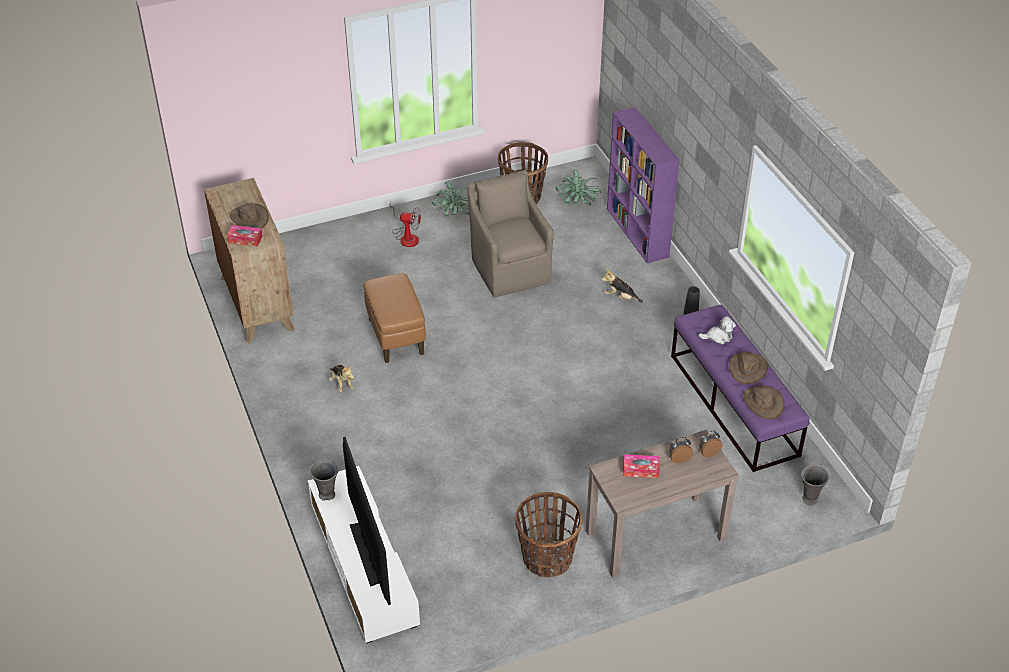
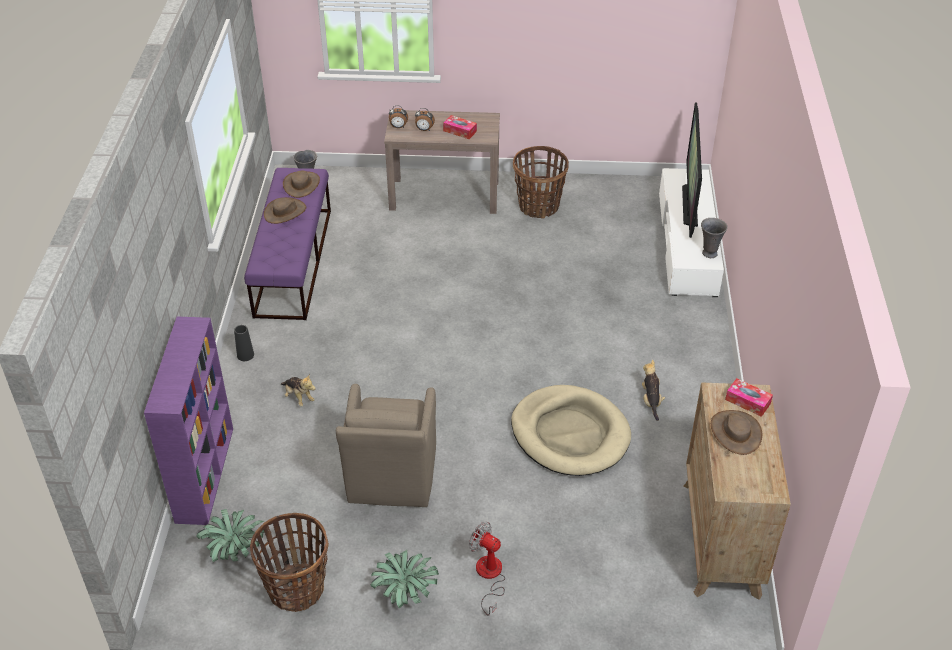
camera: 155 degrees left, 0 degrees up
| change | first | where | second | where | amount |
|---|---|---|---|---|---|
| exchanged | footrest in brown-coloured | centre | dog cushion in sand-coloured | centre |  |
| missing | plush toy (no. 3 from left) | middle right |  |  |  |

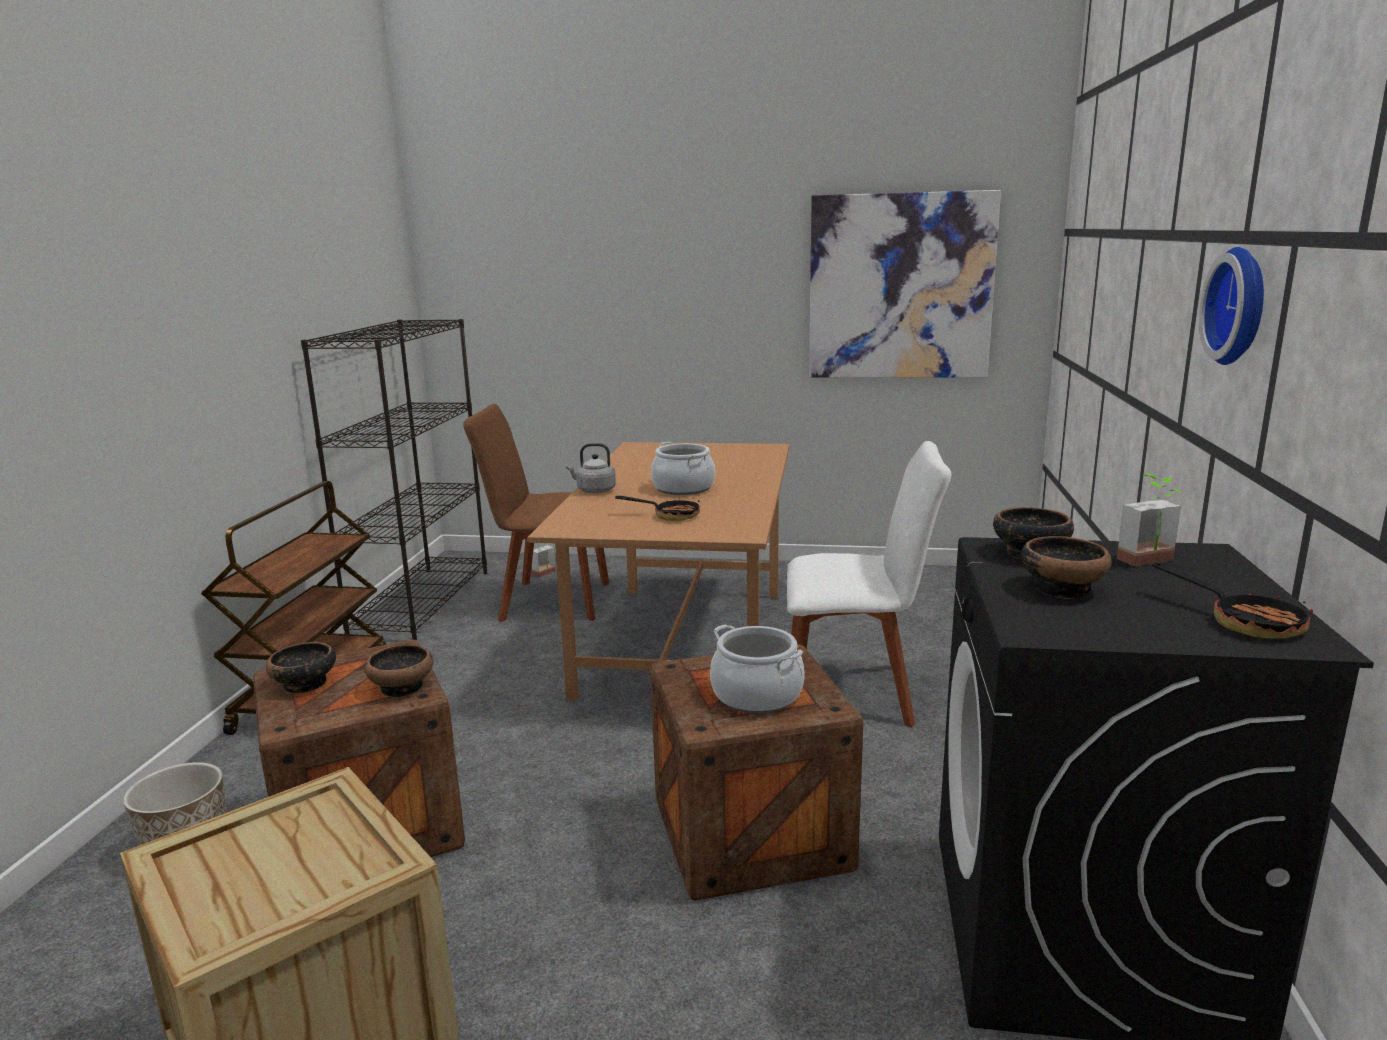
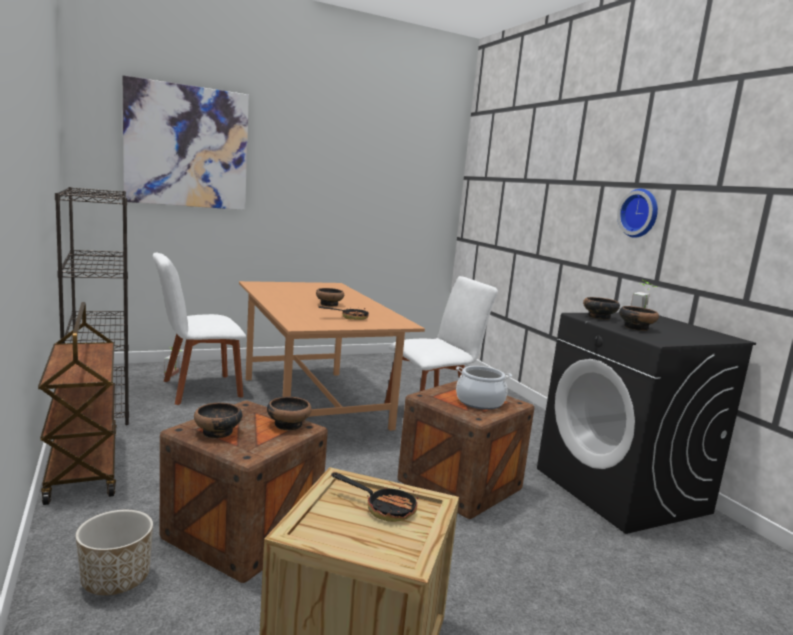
camera: 35 degrees left, 5 degrees down
| change | first | where | second | where | amount |
|---|---|---|---|---|---|
| colour | upright chair in brown-coloured | centre | upright chair in white-coloured (no. 1 from left) | middle left |  |
| missing | kettle in grey | centre |  |  |  |
| exchanged | stockpot (no. 1 from left) | centre | serving bowl (no. 3 from left) | centre |  |
| relocated | picture | top centre |  | top left |  |
| relocated | skillet (no. 2 from left) | middle right |  | bottom centre |  |

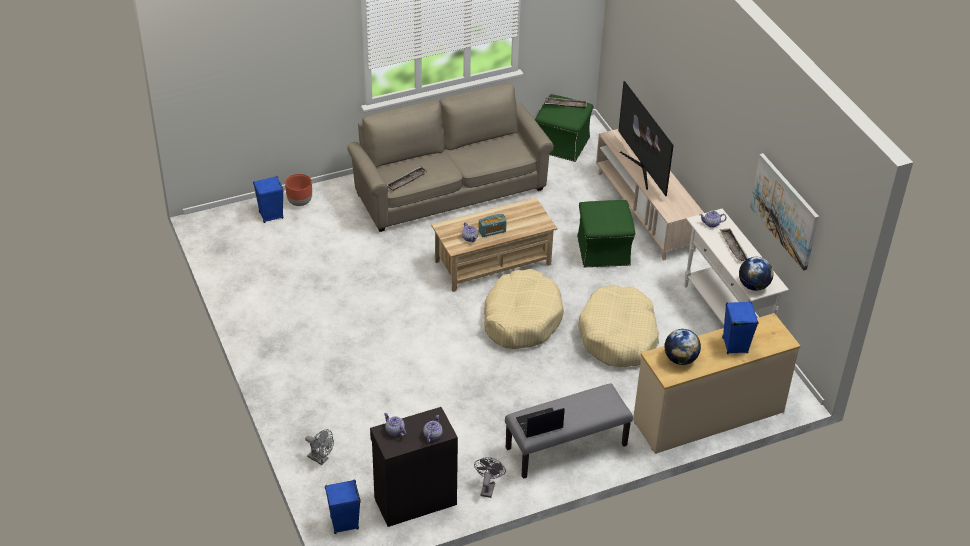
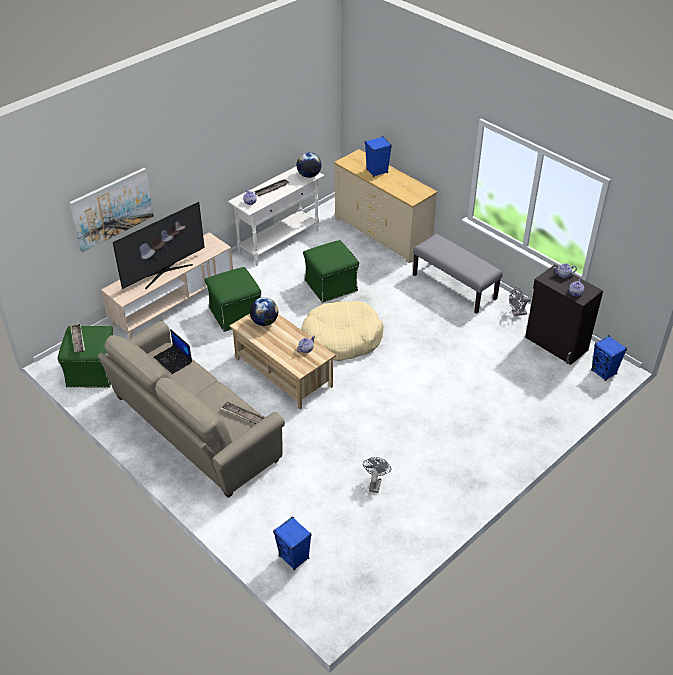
camera: 110 degrees left, 0 degrees up
| change | first | where | second | where | amount |
|---|---|---|---|---|---|
| missing | plant pot in brown-coloured | middle left |  |  |  |
| relocated | electric fan in grey (no. 1 from left) | bottom left |  | bottom centre |  |
| missing | radio set | centre |  |  |  |
| relocated | laptop | bottom centre |  | middle left |  |
| exchanged | dog cushion in sand-coloured (no. 2 from left) | centre | footrest in green (no. 3 from left) | centre |  |
| relocated | globe (no. 1 from left) | middle right |  | centre |  |
| relocated | picture | middle right |  | top left |  |

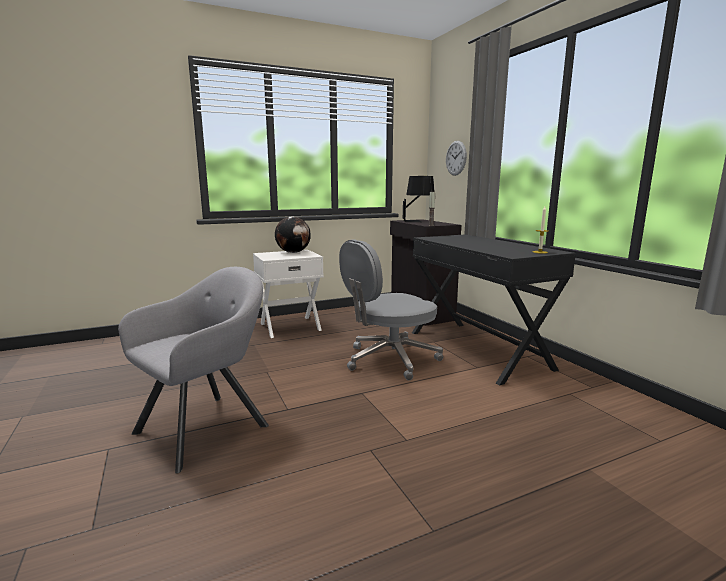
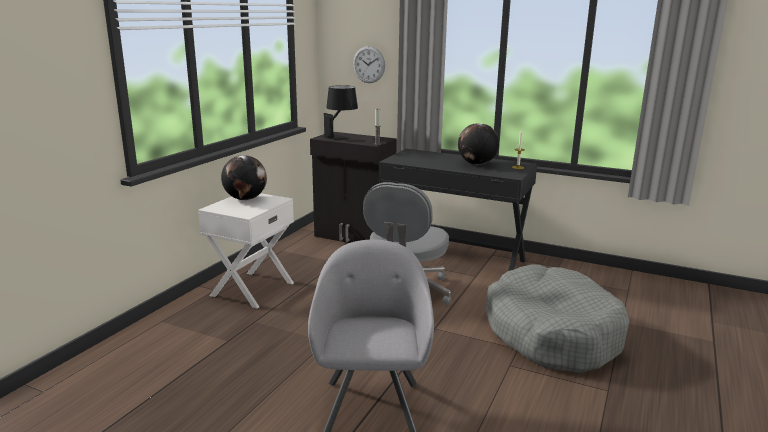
camera: 40 degrees left, 5 degrees up
| change | first | where | second | where | amount |
|---|---|---|---|---|---|
| appeared |  |  | globe (no. 2 from left) | centre |  |
| appeared |  |  | dog cushion in grey | bottom right |  |

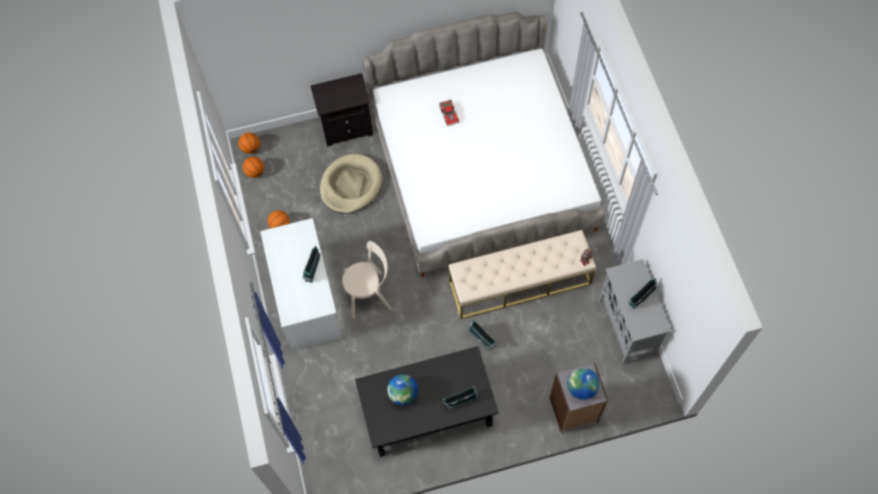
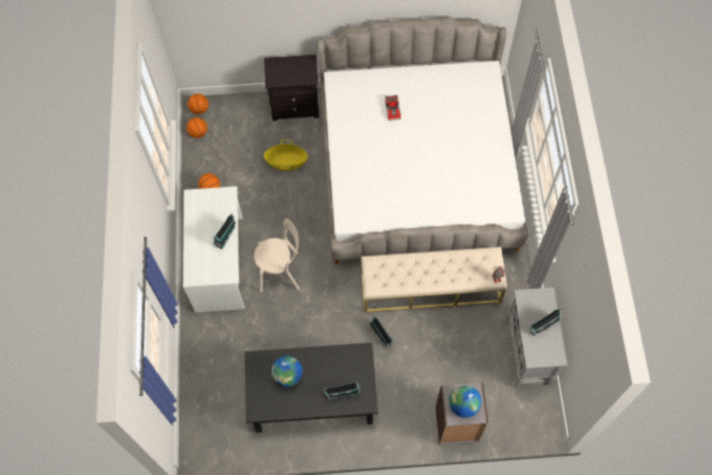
camera: 10 degrees right, 0 degrees up
| change | first | where | second | where | amount |
|---|---|---|---|---|---|
| exchanged | dog cushion in sand-coloured | centre | basket | top centre |  |

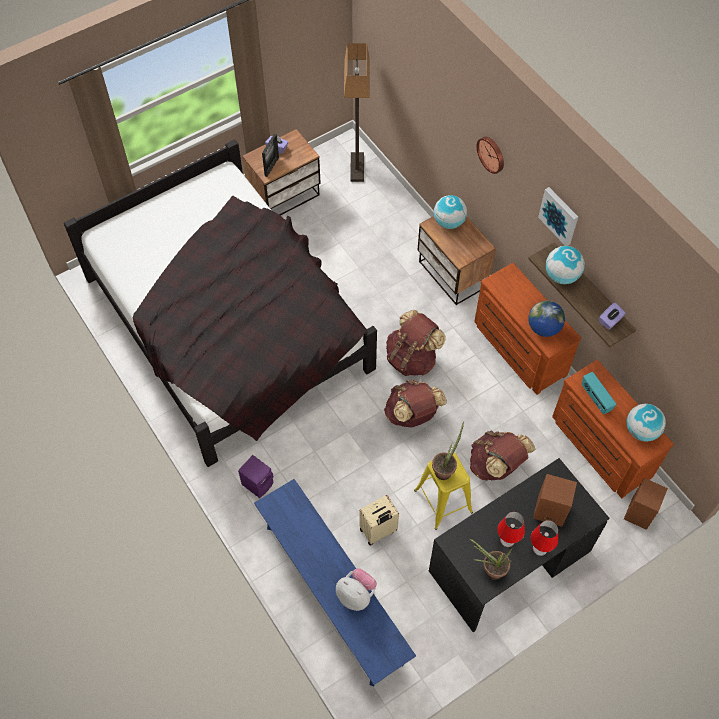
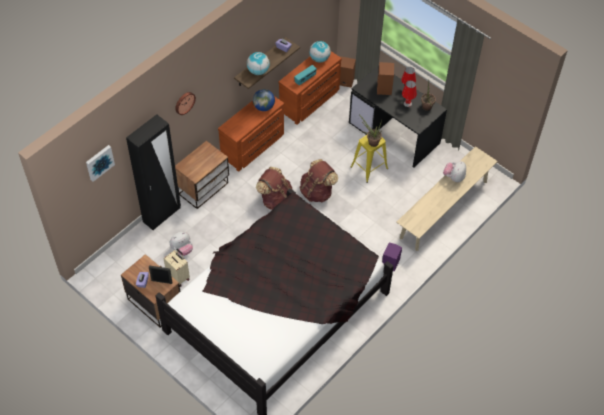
camera: 105 degrees left, 5 degrees down
| change | first | where | second | where | amount |
|---|---|---|---|---|---|
| colour | bench in blue | bottom centre | bench in sand-coloured | middle right |  |
| missing | floor lamp | top centre |  |  |  |
| relocated | travel case in sand-coloured | bottom centre |  | middle left |  |
| missing | globe (no. 1 from left) | top centre |  |  |  |
| missing | backpack in brown-coloured (no. 3 from left) | middle right |  |  |  |
| relocated | picture | top right |  | middle left |  |
| appeared |  |  | clothes cupboard in black-coloured | middle left |  |
| appeared |  |  | plush toy (no. 1 from left) | middle left |  |

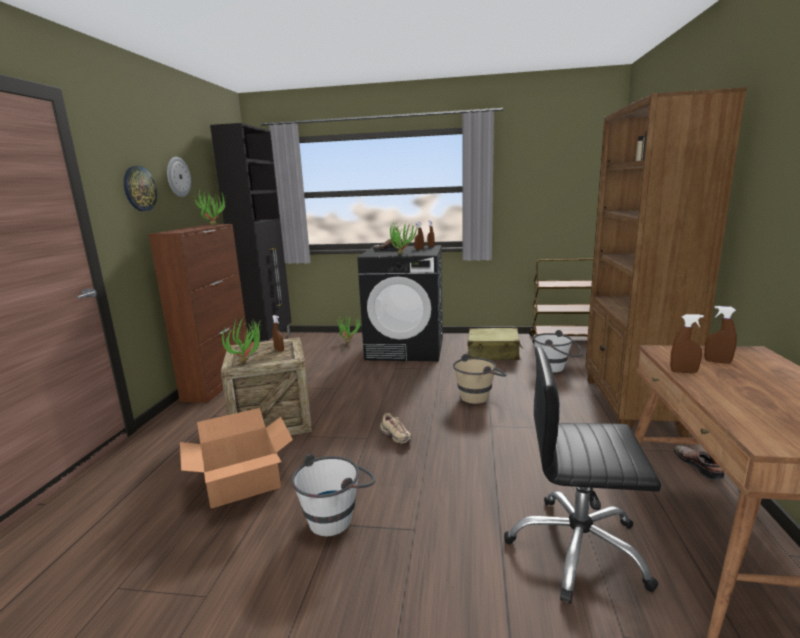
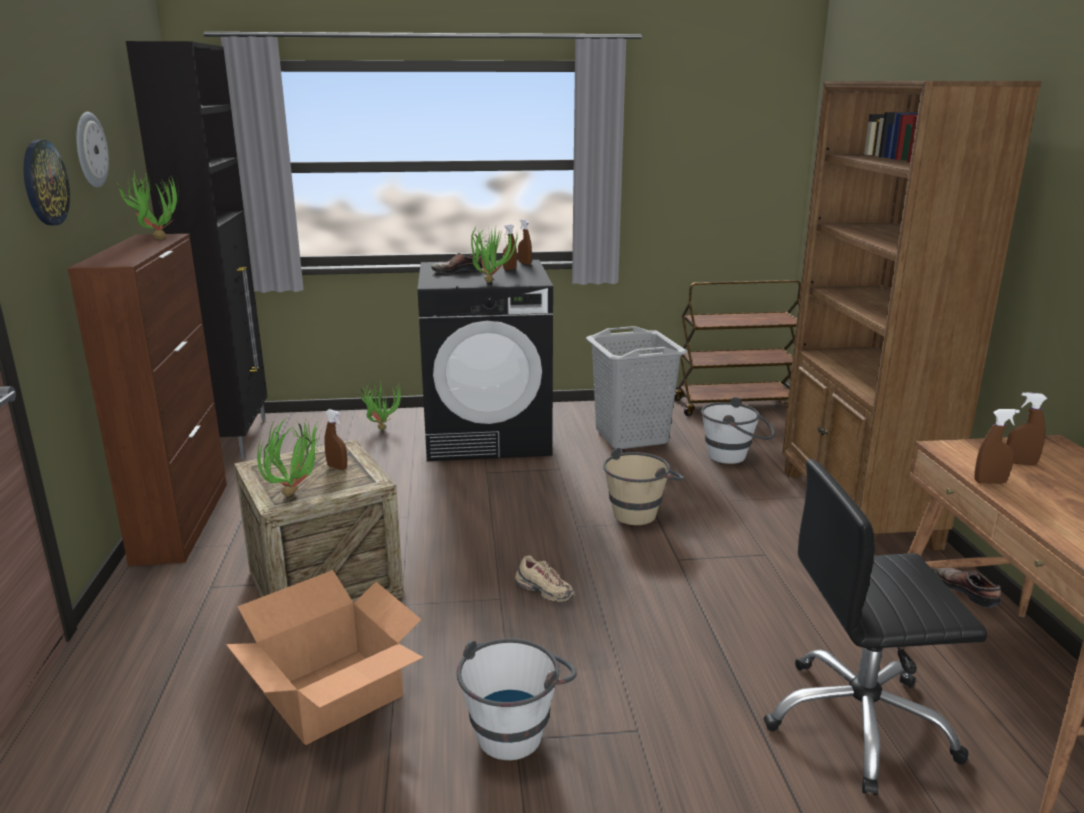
camera: 15 degrees left, 5 degrees up
| change | first | where | second | where | amount |
|---|---|---|---|---|---|
| exchanged | travel case in sand-coloured | centre | washing basket in grey | centre |  |

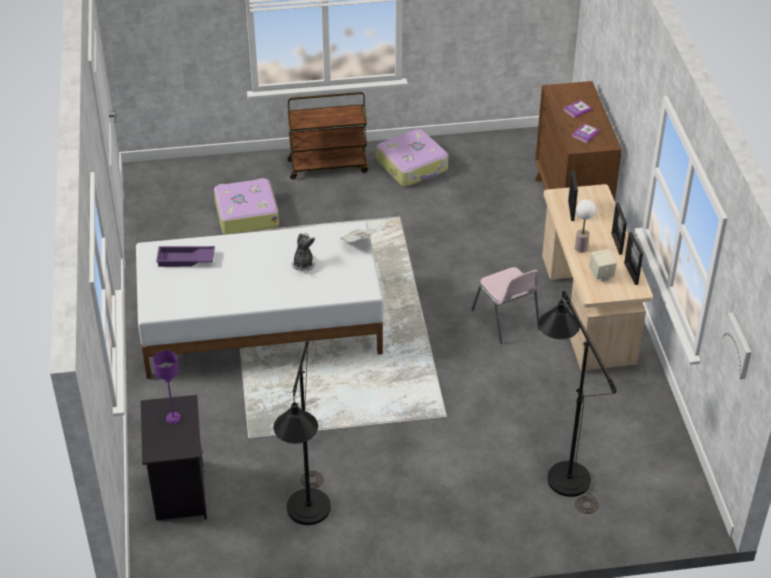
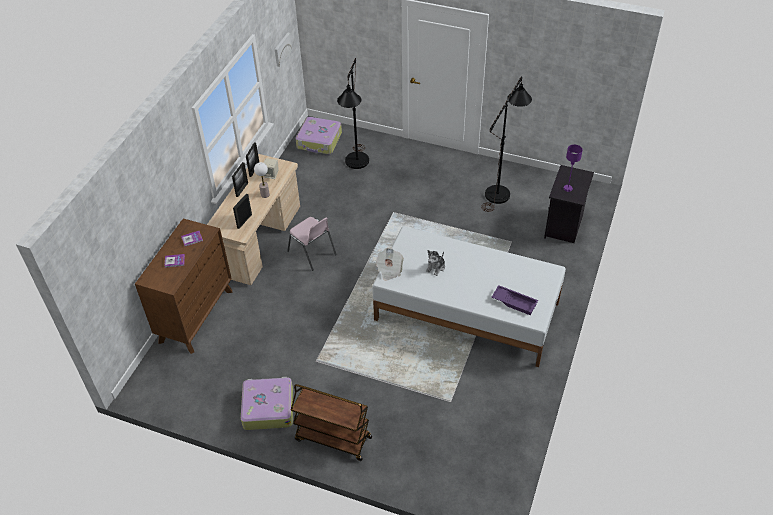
camera: 150 degrees left, 5 degrees up
| change | first | where | second | where | amount |
|---|---|---|---|---|---|
| relocated | travel case (no. 1 from left in the first image) | middle left | travel case (no. 2 from left) | top centre |  |
| spun | upright chair in pinkish | centre |  | centre | 135 degrees clockwise |

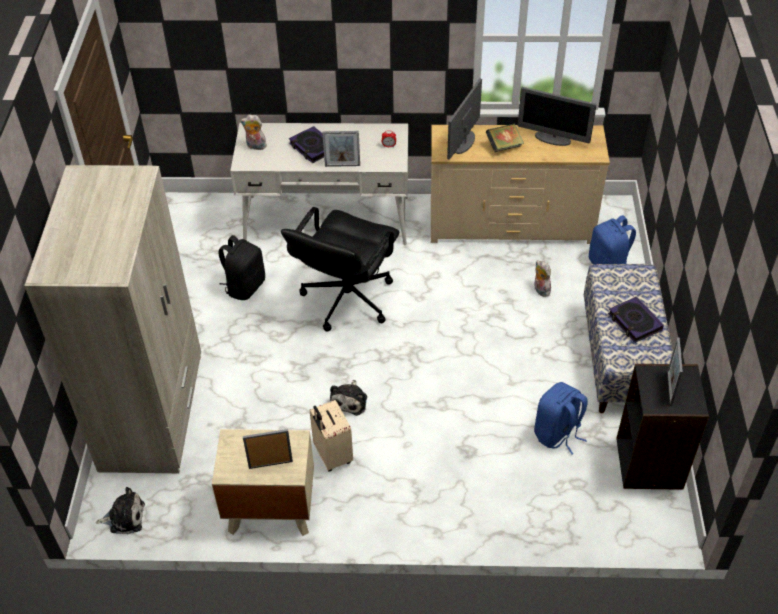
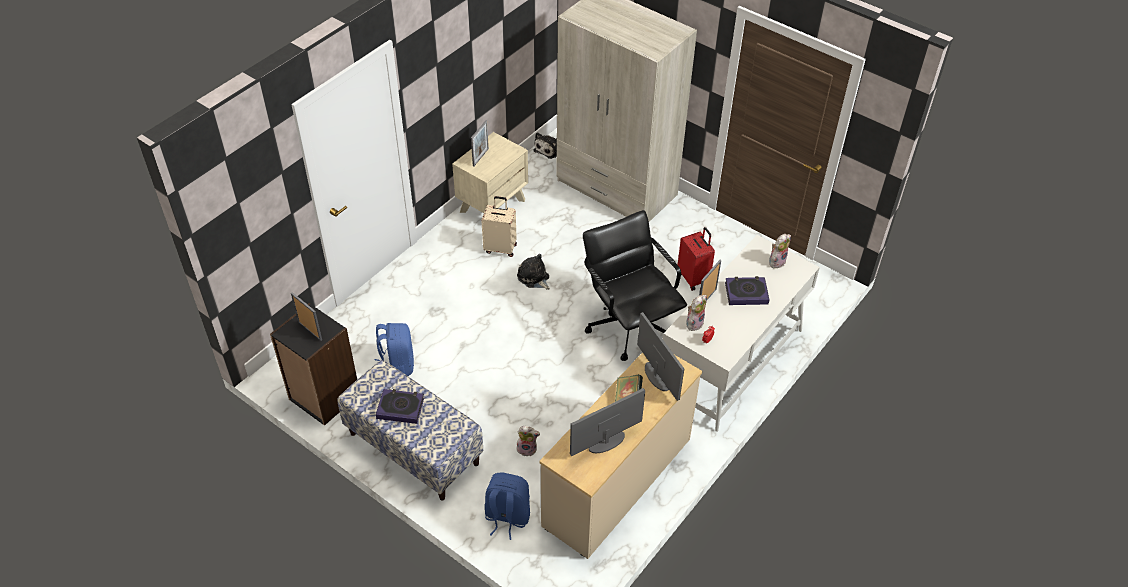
camera: 125 degrees right, 0 degrees up
| change | first | where | second | where | amount |
|---|---|---|---|---|---|
| exchanged | backpack in black-coloured | middle left | travel case in red | centre |  |
| appeared |  |  | plush toy (no. 4 from left) | centre |  |

